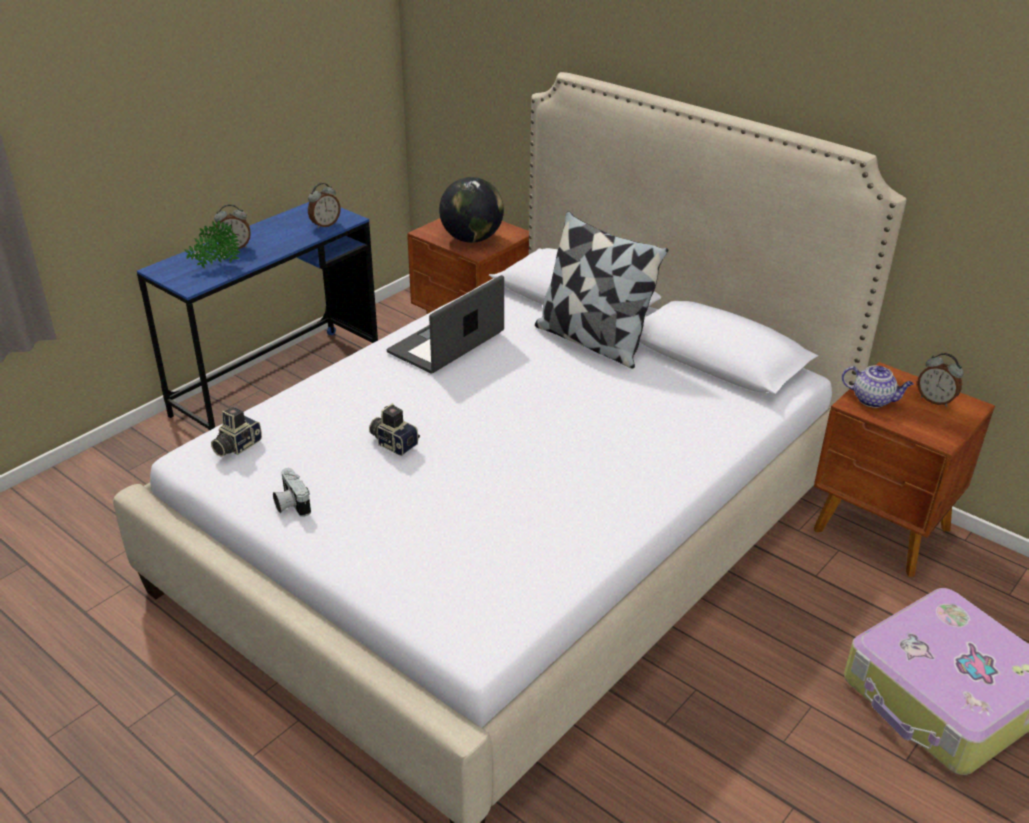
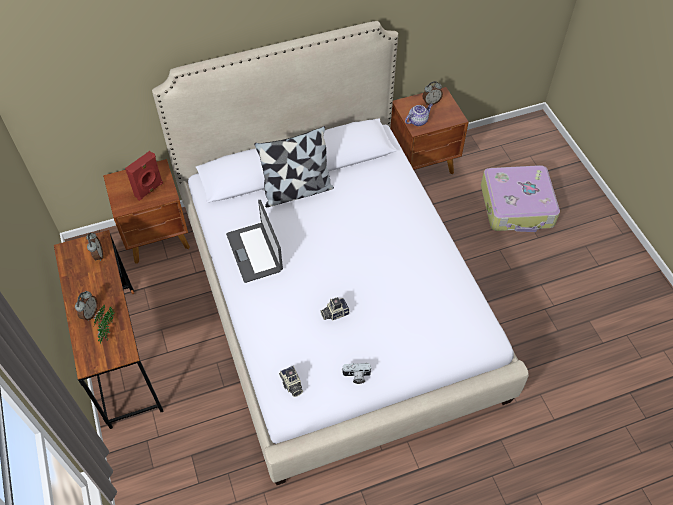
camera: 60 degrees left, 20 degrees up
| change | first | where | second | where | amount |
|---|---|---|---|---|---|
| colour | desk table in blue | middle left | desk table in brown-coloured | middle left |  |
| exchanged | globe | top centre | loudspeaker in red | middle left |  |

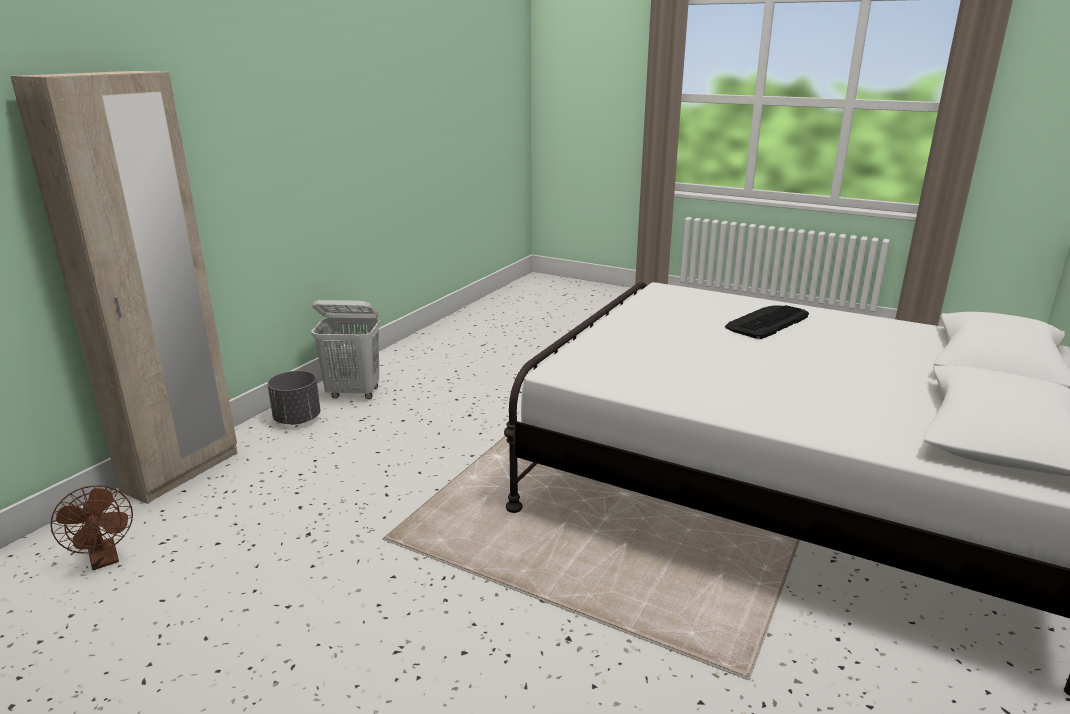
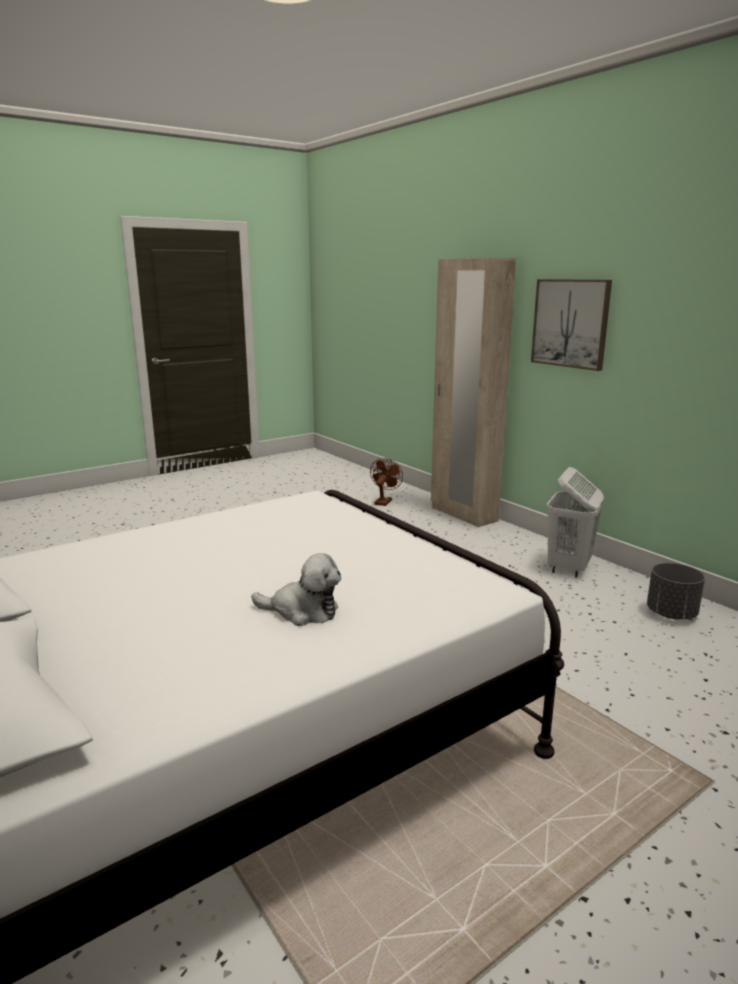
camera: 115 degrees right, 5 degrees down
| change | first | where | second | where | amount |
|---|---|---|---|---|---|
| spun | electric fan in brown-coloured | bottom left |  | centre | 120 degrees clockwise |
| relocated | plant pot in grey | middle left |  | middle right |  |
| exchanged | PC keyboard | middle right | plush toy | centre |  |
| appeared |  |  | picture | top right |  |

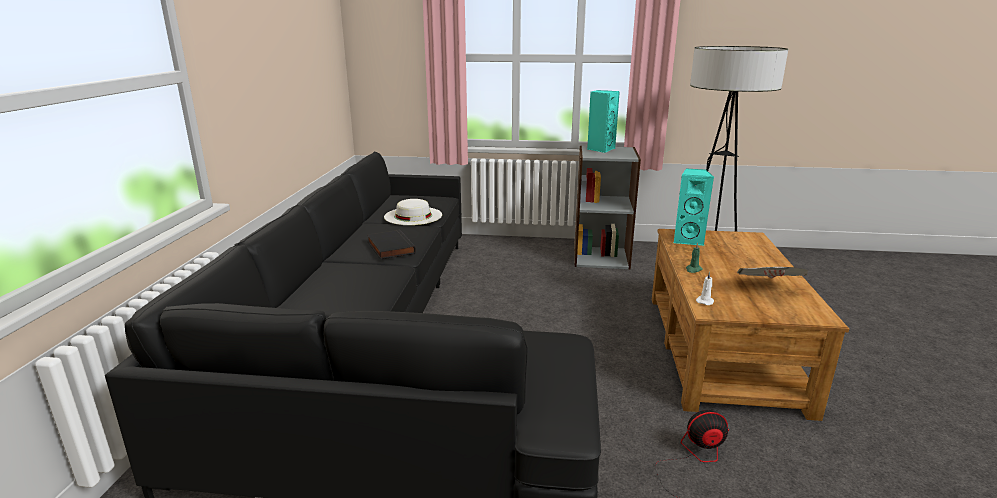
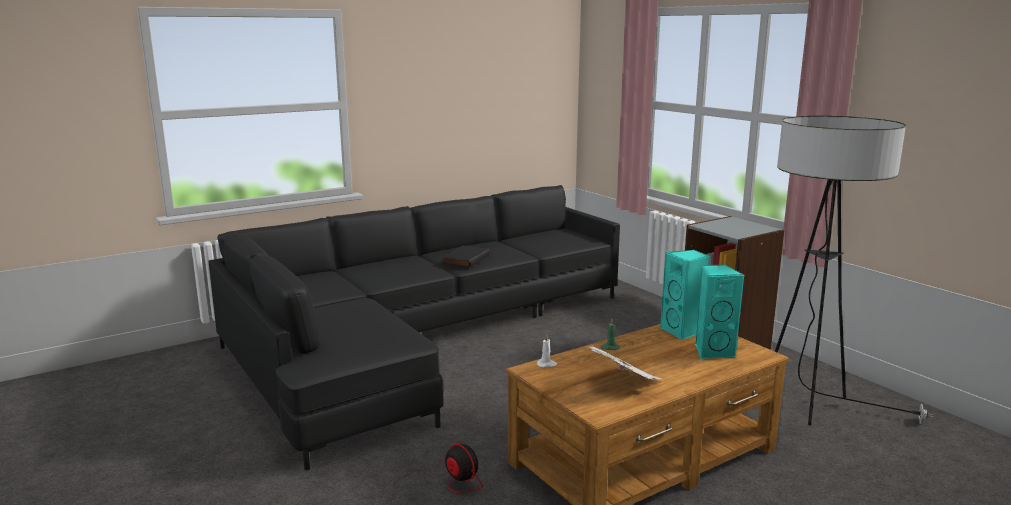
camera: 50 degrees right, 5 degrees down
| change | first | where | second | where | amount |
|---|---|---|---|---|---|
| missing | clothing hat in white-coloured | centre |  |  |  |
| relocated | loudspeaker in turquoise-coloured (no. 1 from left in the first image) | top centre | loudspeaker in turquoise-coloured (no. 2 from left) | middle right |  |

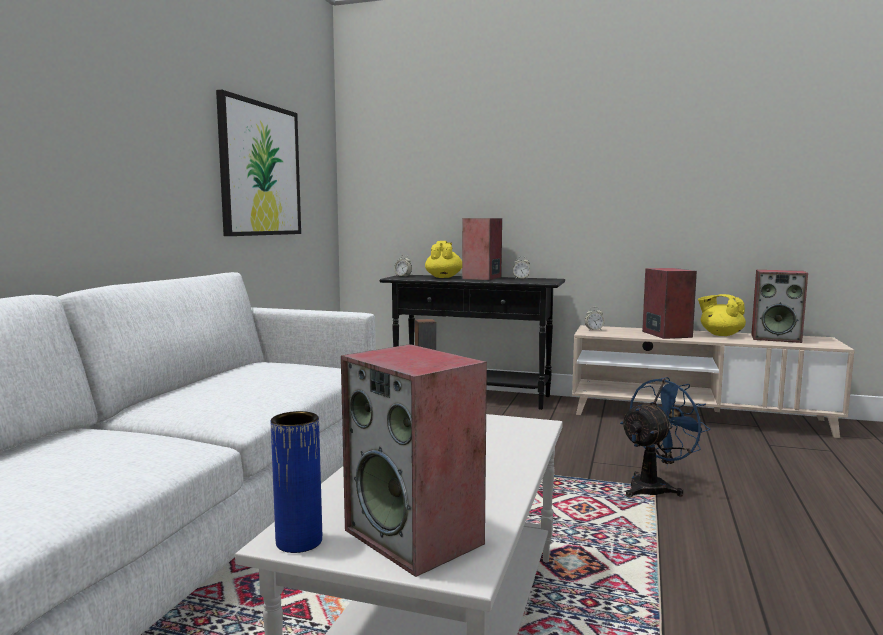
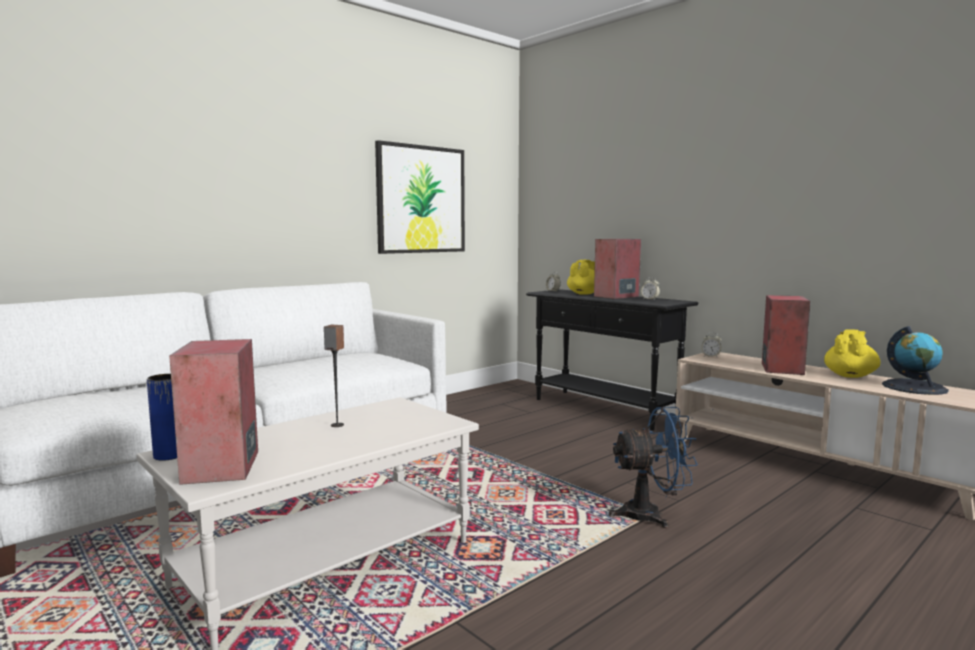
camera: 30 degrees right, 0 degrees up
| change | first | where | second | where | amount |
|---|---|---|---|---|---|
| spun | teapot in yellow (no. 2 from left) | middle right |  | middle right | 45 degrees clockwise |
| exchanged | loudspeaker (no. 5 from left) | middle right | globe | middle right |  |

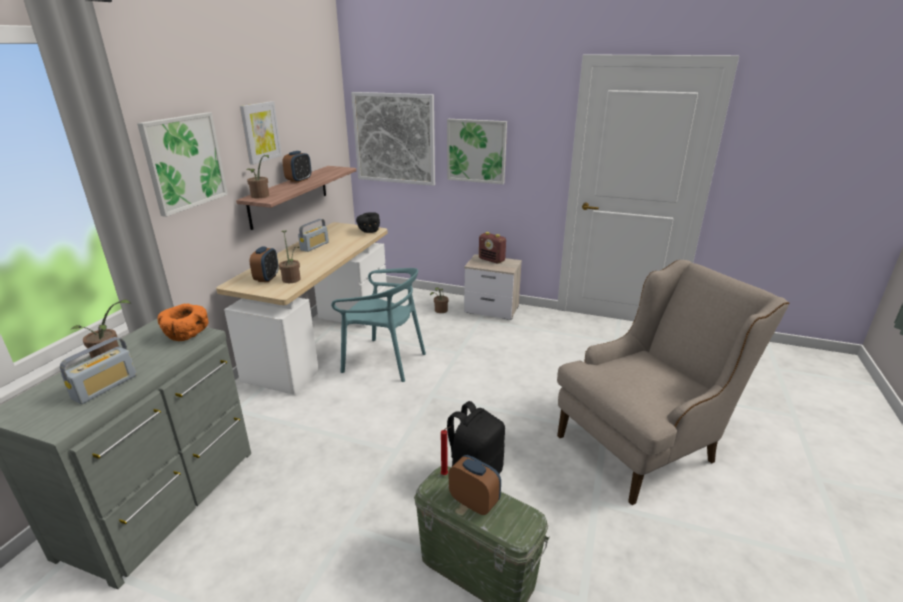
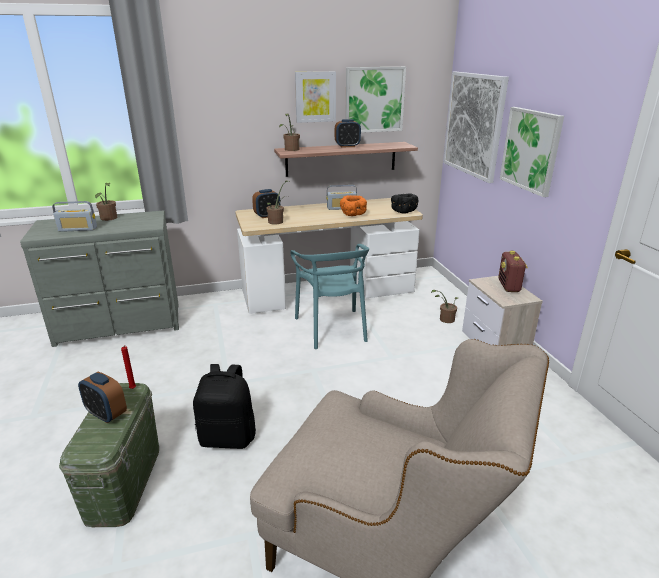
camera: 55 degrees right, 0 degrees up
| change | first | where | second | where | amount |
|---|---|---|---|---|---|
| relocated | picture (no. 1 from left in the first image) | top left | picture (no. 2 from left) | top centre |  |
| relocated | serving bowl in orangey | middle left |  | centre |  |
| spun | alarm clock (no. 3 from left in the first image) | bottom centre | alarm clock (no. 1 from left) | bottom left | 120 degrees clockwise |

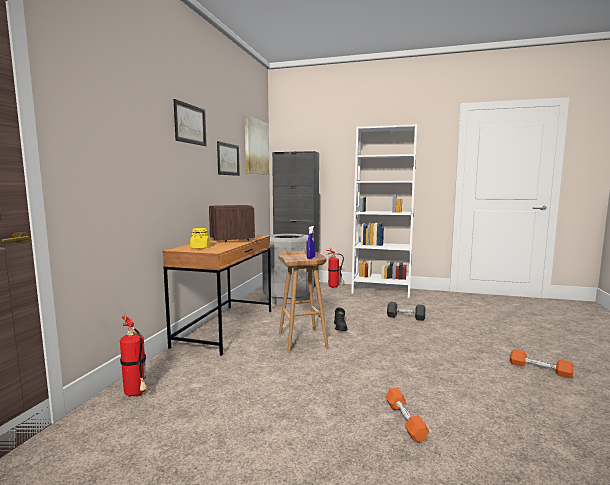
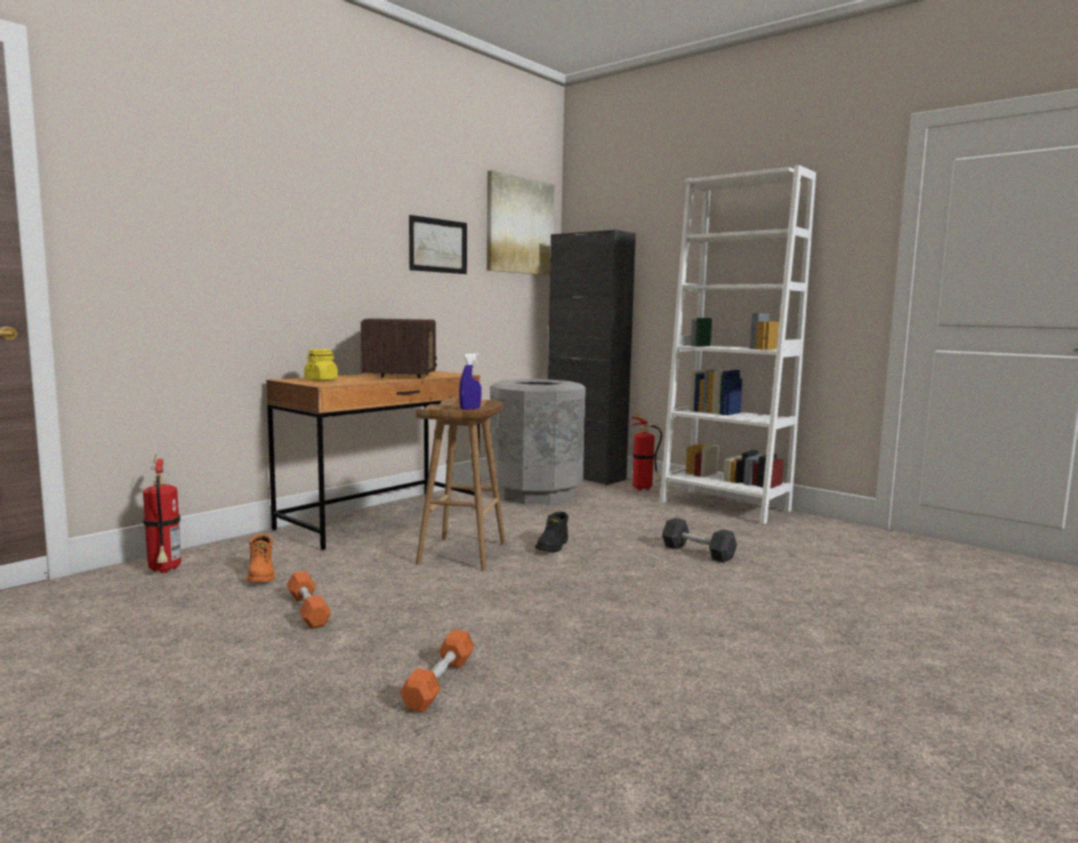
camera: 25 degrees right, 0 degrees up
| change | first | where | second | where | amount |
|---|---|---|---|---|---|
| missing | picture (no. 1 from left) | top left |  |  |  |
| relocated | free weight in orangey (no. 2 from left in the first image) | bottom right | free weight in orangey (no. 1 from left) | bottom left |  |
| appeared |  |  | boot in orangey | middle left |  |

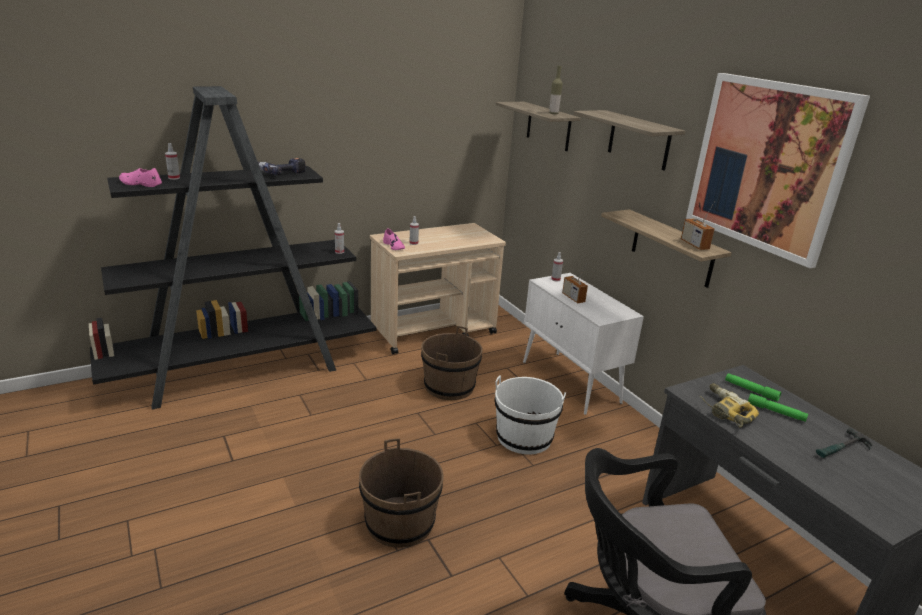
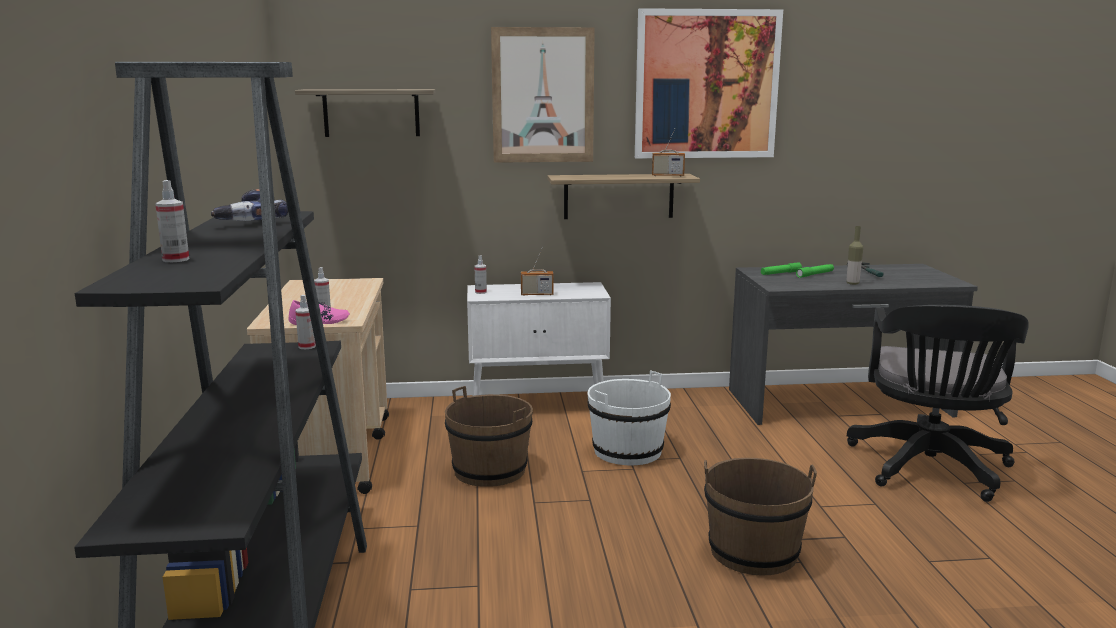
camera: 65 degrees left, 10 degrees down
| change | first | where | second | where | amount |
|---|---|---|---|---|---|
| missing | item of footwear in pinkish (no. 1 from left) | top left |  |  |  |
| relocated | beverage bottle | top centre |  | middle right |  |
| exchanged | bracket shelf (no. 2 from left) | top right | picture (no. 1 from left) | top centre |  |
| missing | drill (no. 2 from left) | middle right |  |  |  |

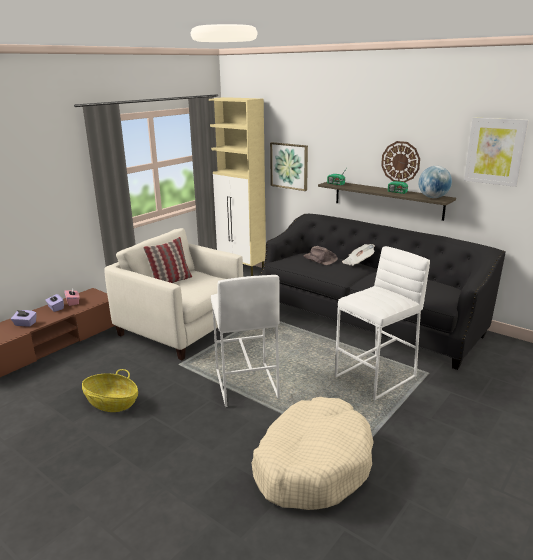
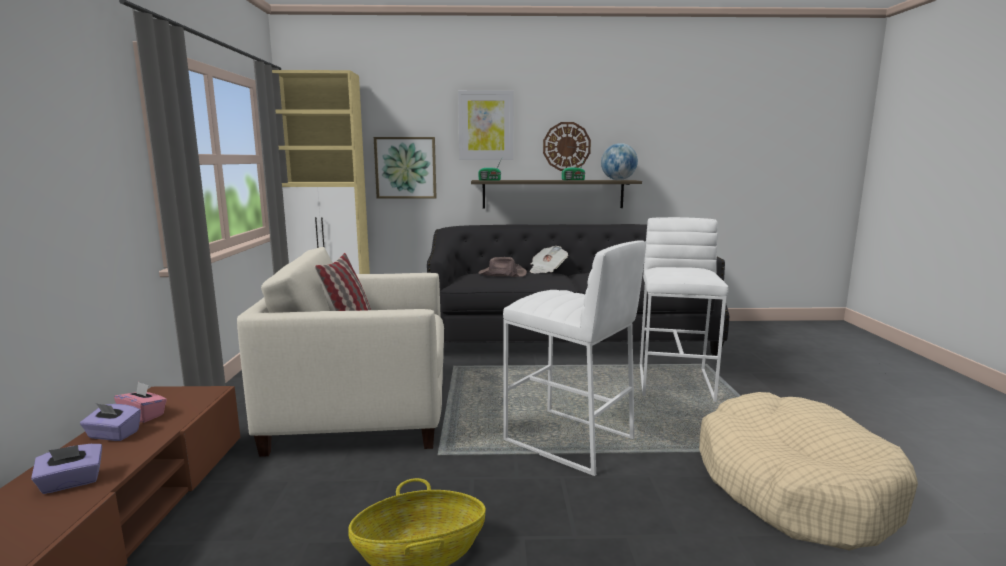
camera: 40 degrees left, 10 degrees down
| change | first | where | second | where | amount |
|---|---|---|---|---|---|
| relocated | picture (no. 2 from left) | top right |  | top centre |  |

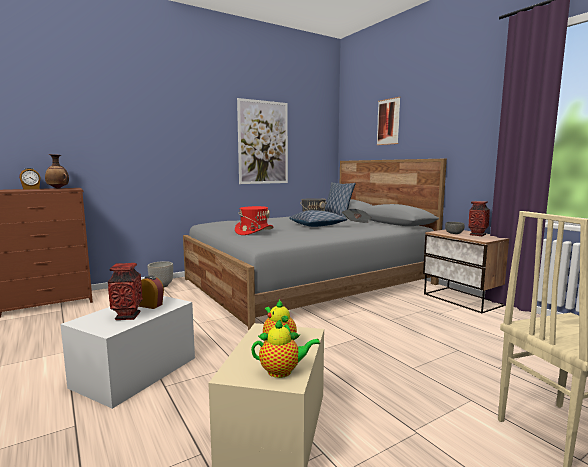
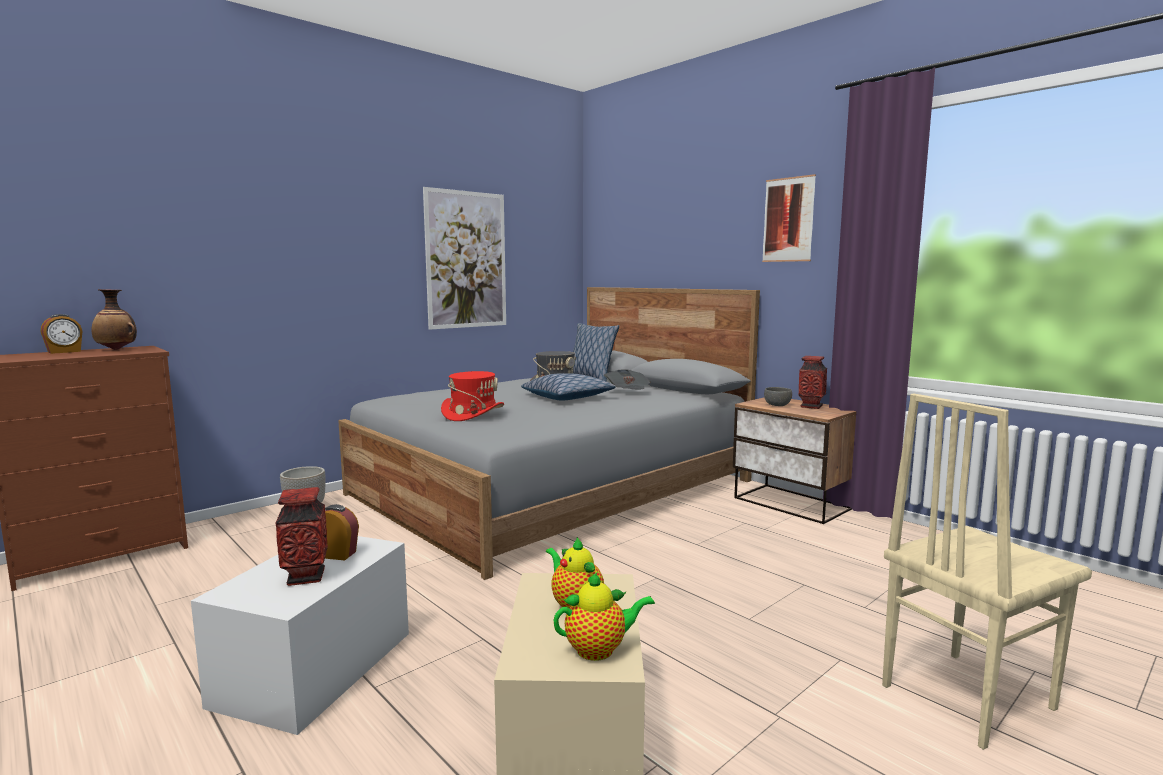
camera: 10 degrees left, 0 degrees up
| change | first | where | second | where | amount |
|---|---|---|---|---|---|
| relocated | picture (no. 2 from left) | top centre |  | top right |  |

